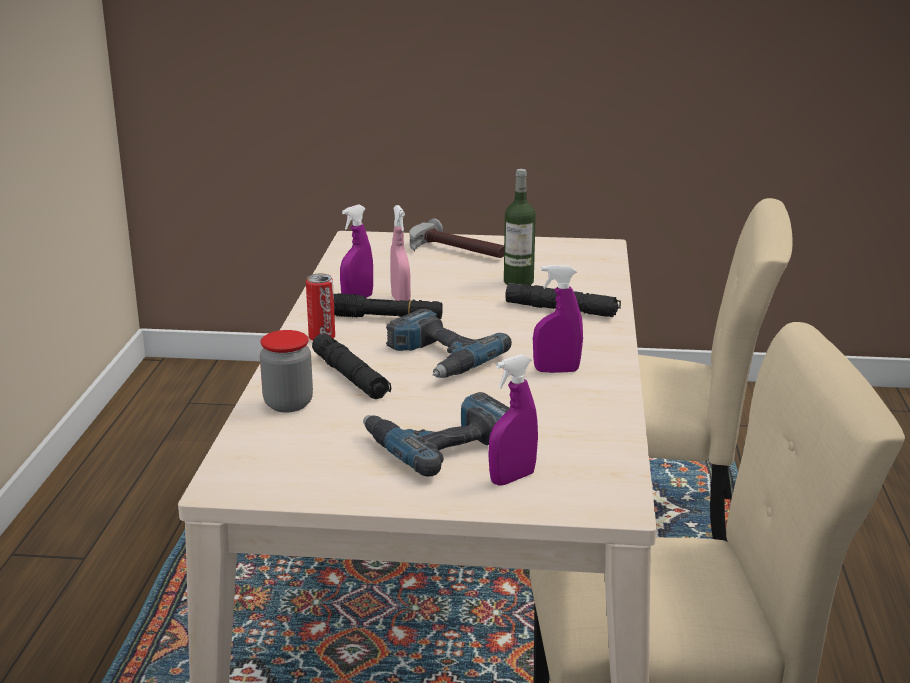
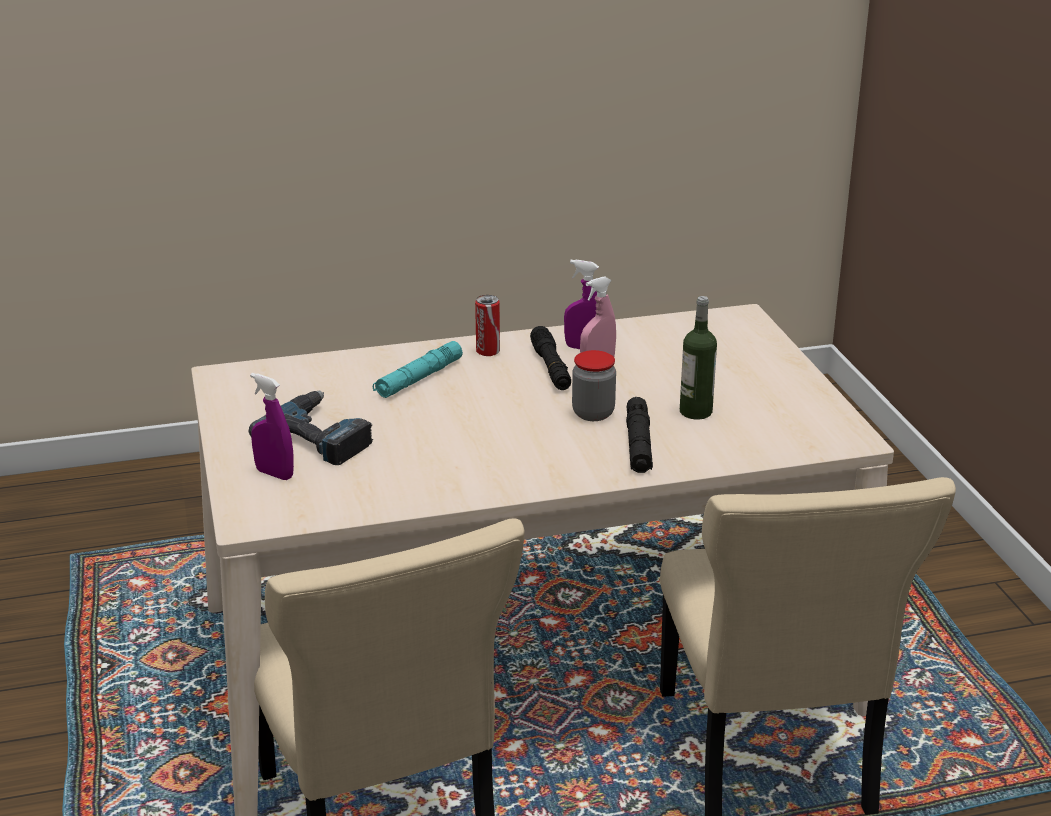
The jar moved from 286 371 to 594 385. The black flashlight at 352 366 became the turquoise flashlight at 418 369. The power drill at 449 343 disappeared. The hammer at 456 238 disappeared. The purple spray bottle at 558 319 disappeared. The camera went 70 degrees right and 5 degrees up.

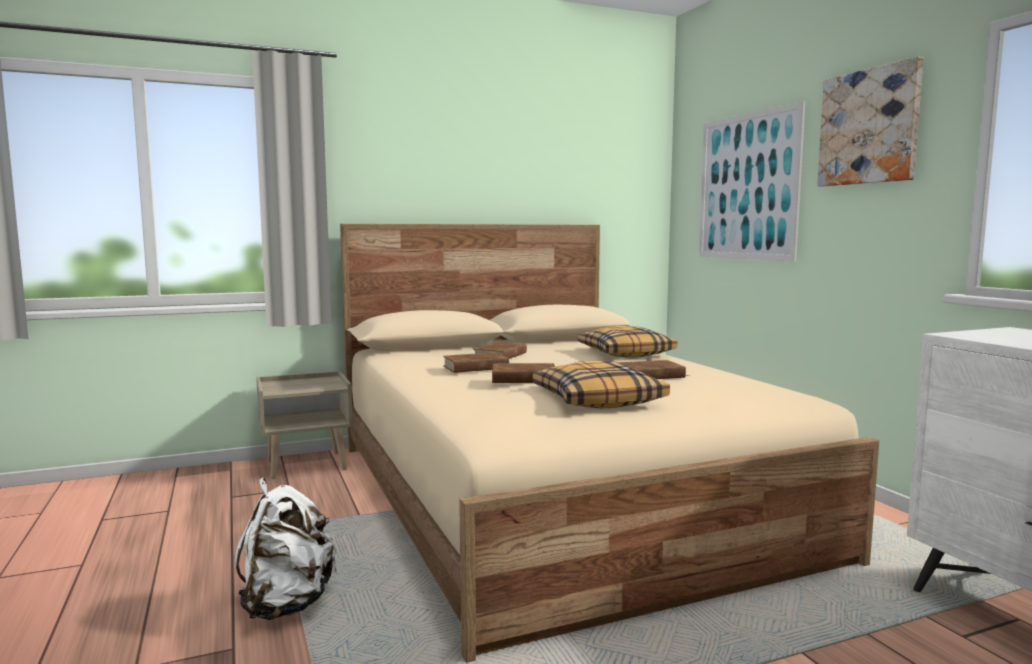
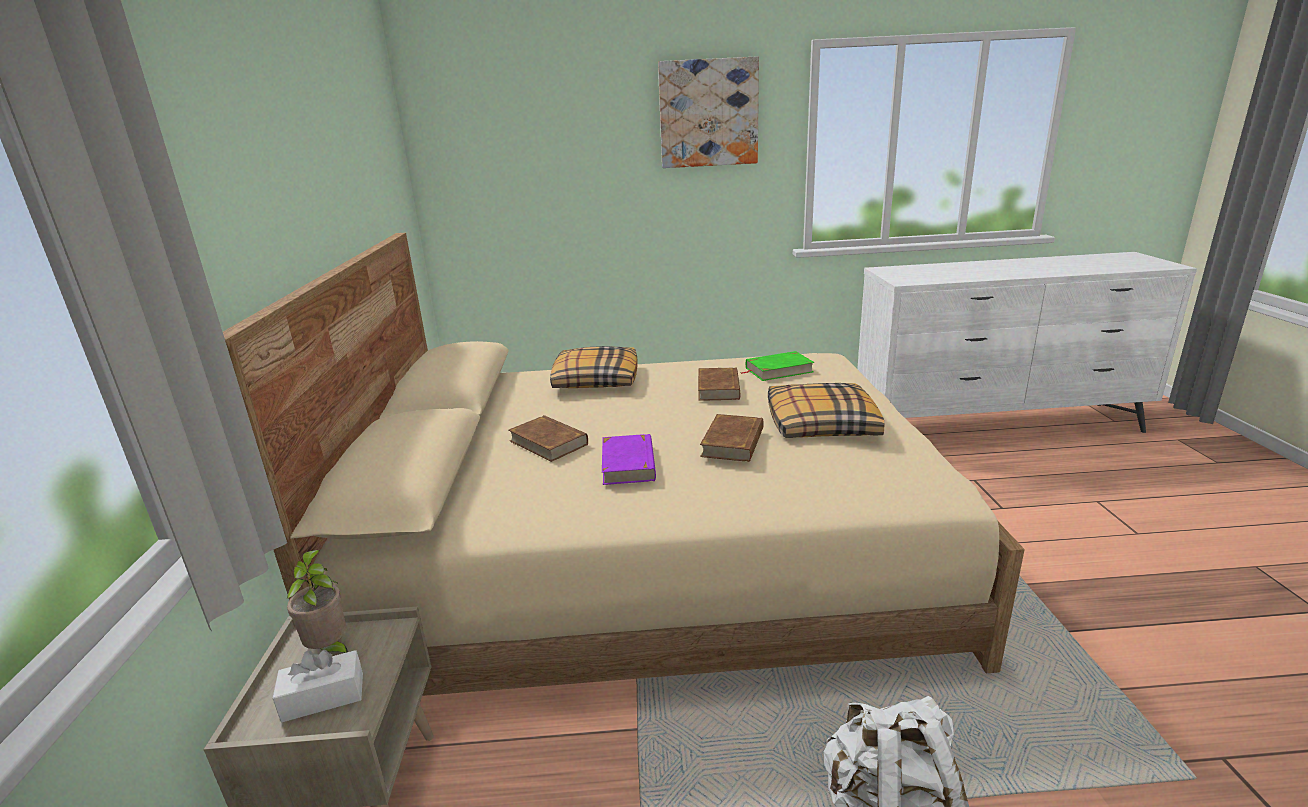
The brown book at 476 362 became the purple book at 629 459. The picture at 752 181 disappeared. The white tissue box at 317 686 appeared. The potted plant at 317 601 appeared. The green book at 777 366 appeared. The camera went 70 degrees left and 15 degrees up.

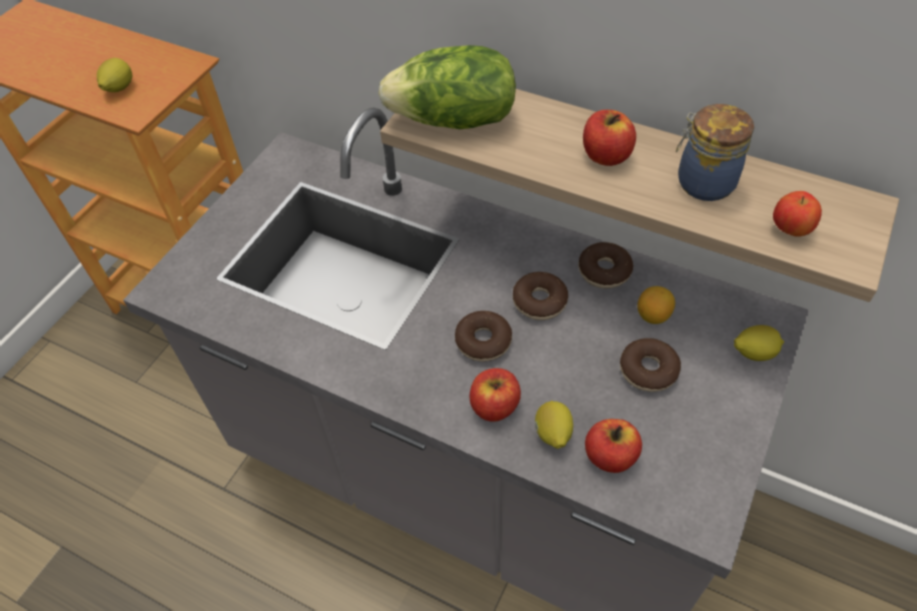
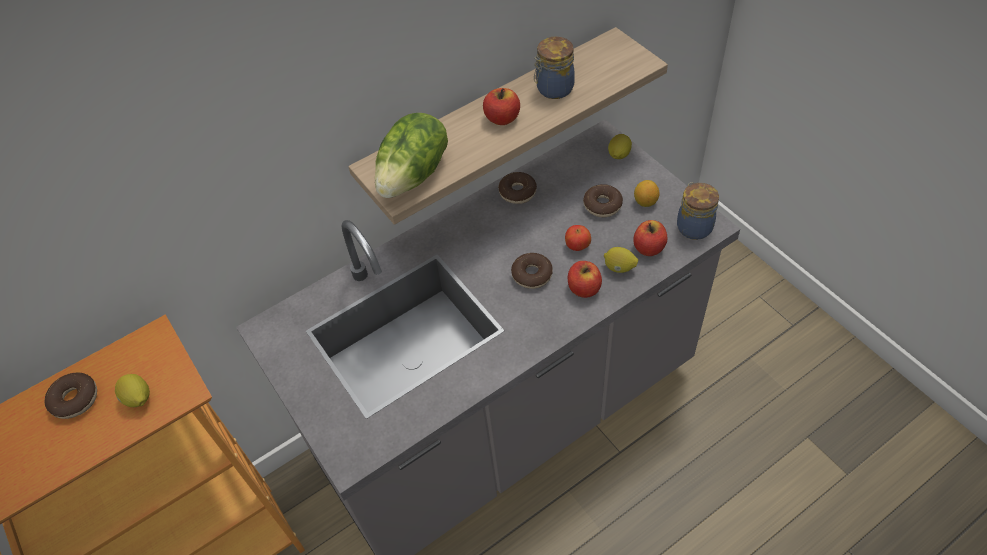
The donut moved from 540 296 to 71 396. The lemon moved from 656 305 to 646 193. The apple moved from 797 214 to 578 238. The jar at 698 211 appeared. The camera went 60 degrees left and 0 degrees up.

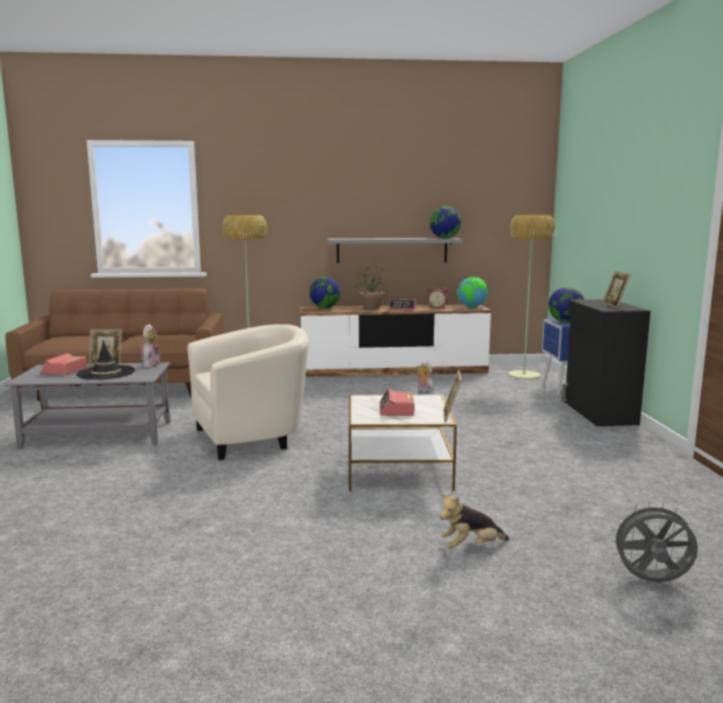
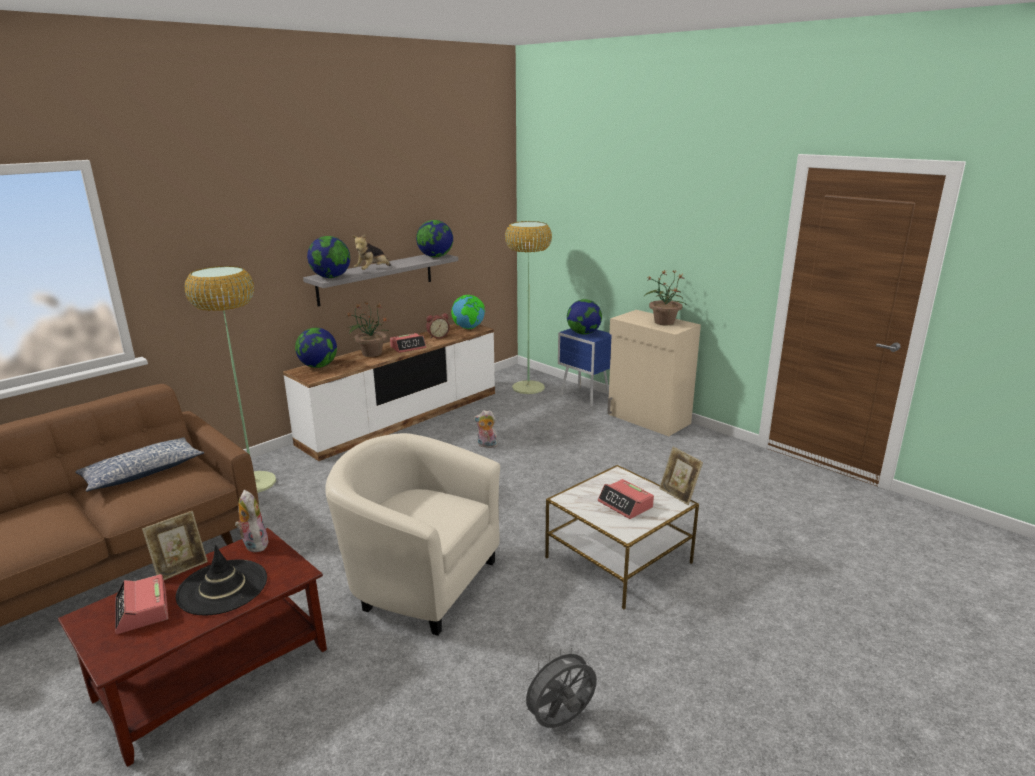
The grey coffee table at 88 405 became the brown coffee table at 192 647. The beige armchair at 248 392 turned 90 degrees counterclockwise. The plush toy moved from 474 521 to 372 252. The black cabinet at 606 362 became the beige cabinet at 654 373. The picture frame at 616 289 was replaced by the potted plant at 665 297. The grey fan moved from 654 541 to 558 687. The pillow at 139 464 appeared. The globe at 328 257 appeared. The camera went 40 degrees left and 10 degrees up.

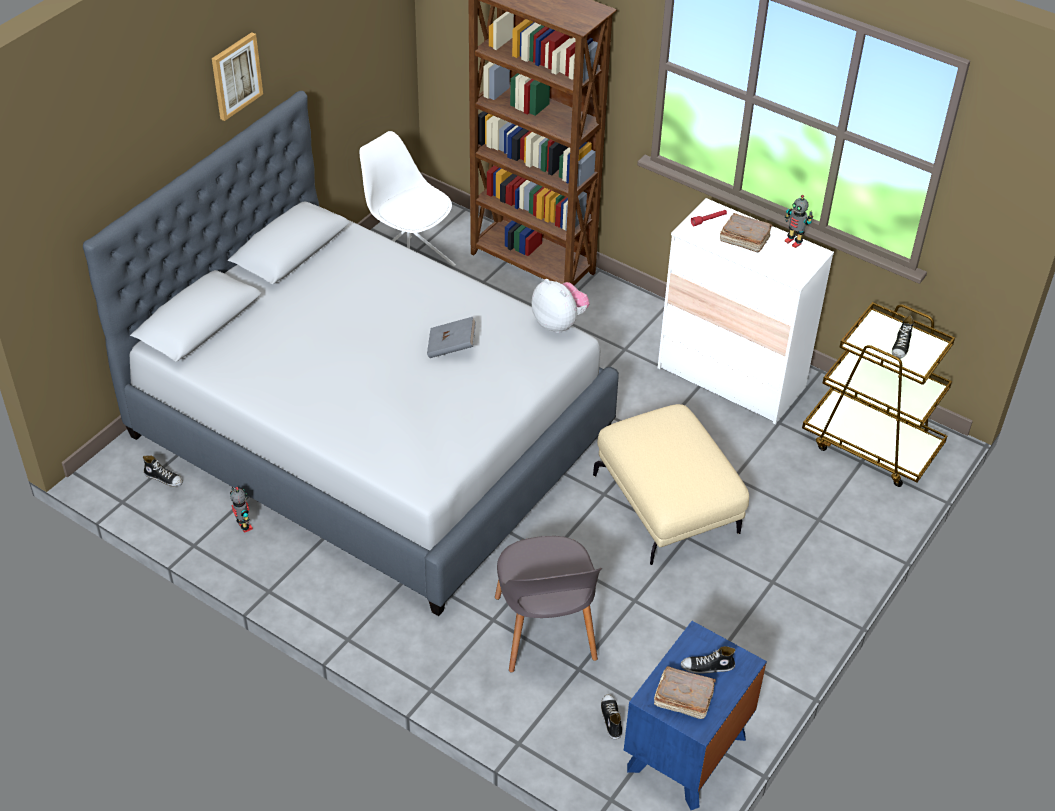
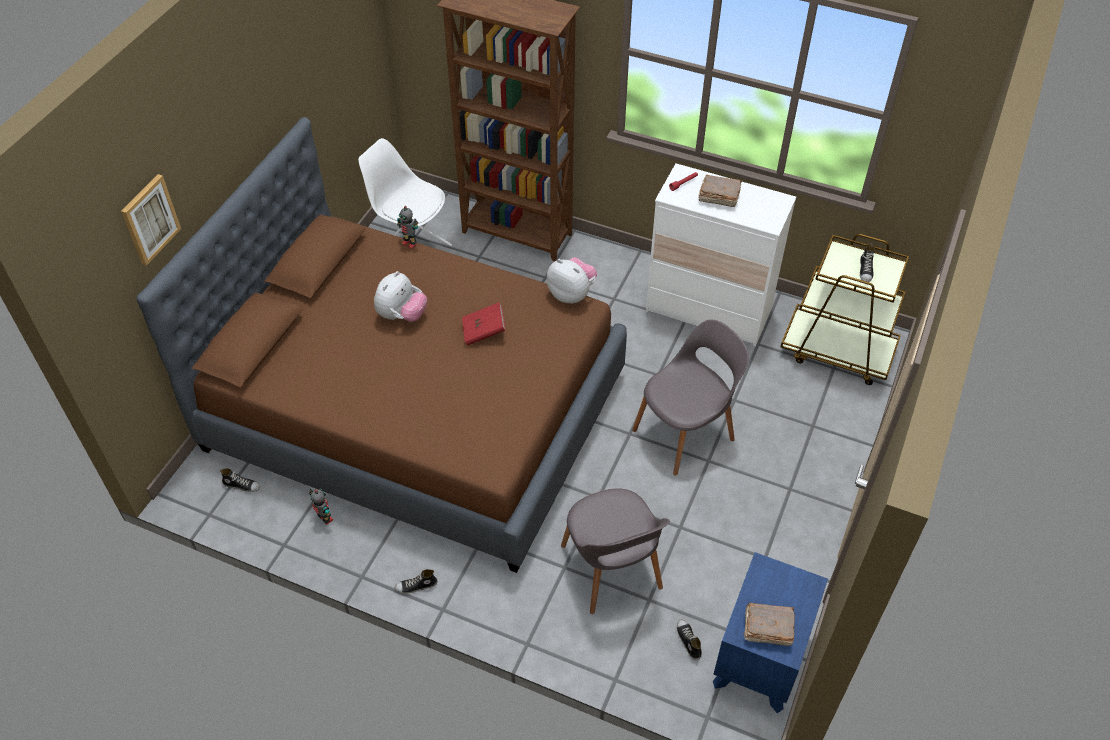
The grey bed at 351 353 became the brown bed at 381 345. The picture moved from 237 76 to 151 220. The grey book at 451 337 became the red book at 484 323. The beige ottoman at 671 484 was replaced by the grey chair at 690 398. The shoe moved from 708 660 to 416 581. The toy robot moved from 799 221 to 407 227. The plush toy at 400 296 appeared. The camera went 10 degrees left and 5 degrees up.

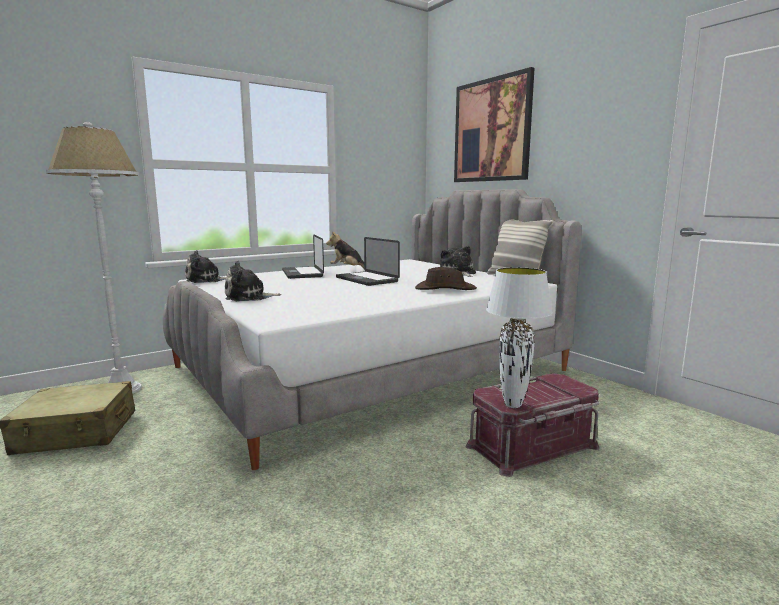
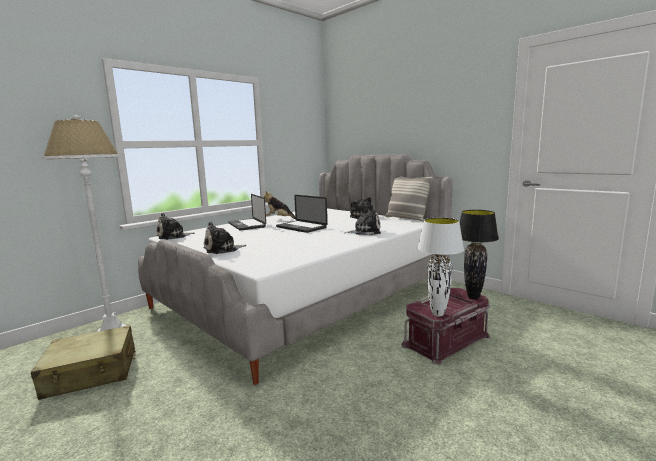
The brown hat at 446 278 was replaced by the plush toy at 363 222. The picture at 494 124 disappeared. The black table lamp at 479 254 appeared. The camera went 10 degrees left and 0 degrees up.

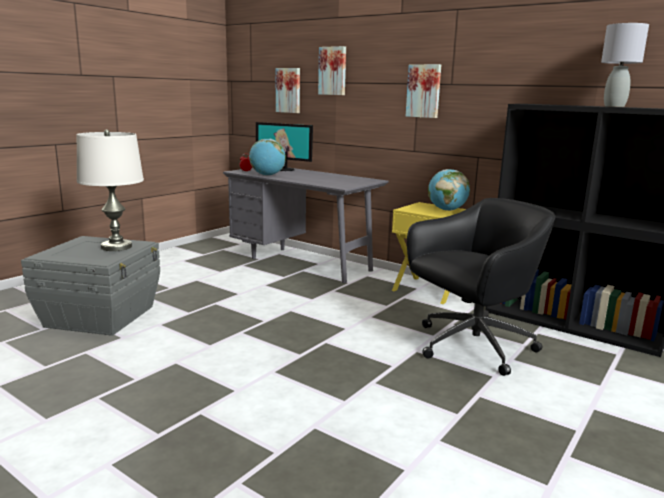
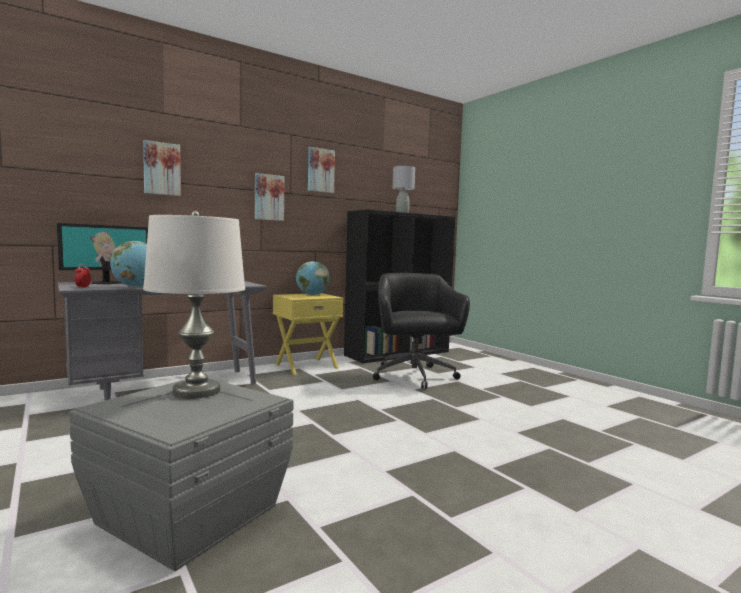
The picture moved from 288 90 to 321 170. The camera went 70 degrees left and 10 degrees down.

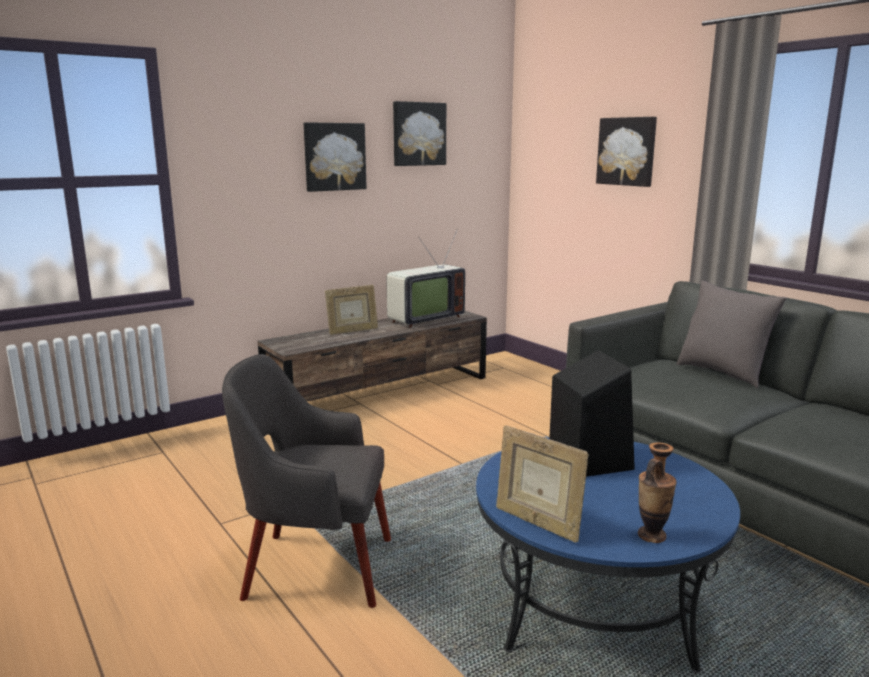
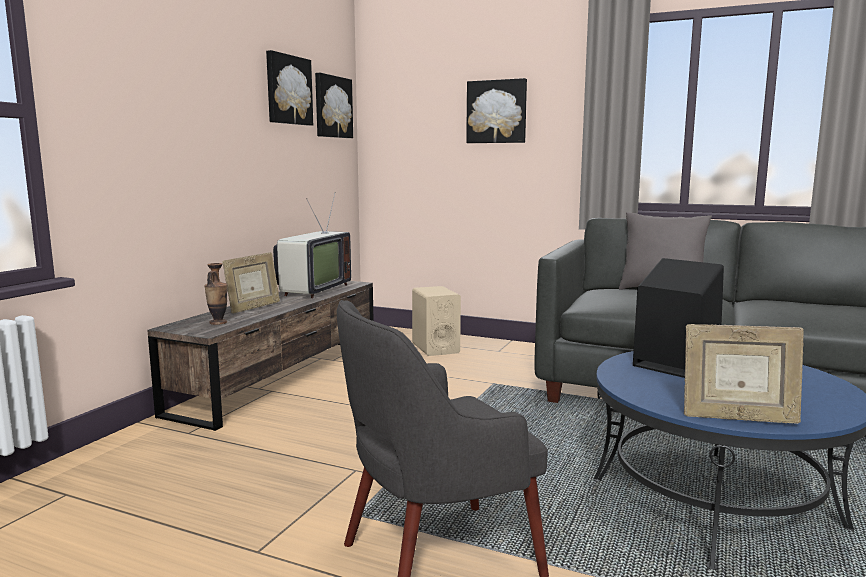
The picture moved from 335 157 to 334 105. The vase moved from 657 493 to 215 294. The beige speaker at 436 321 appeared. The camera went 30 degrees left and 5 degrees down.

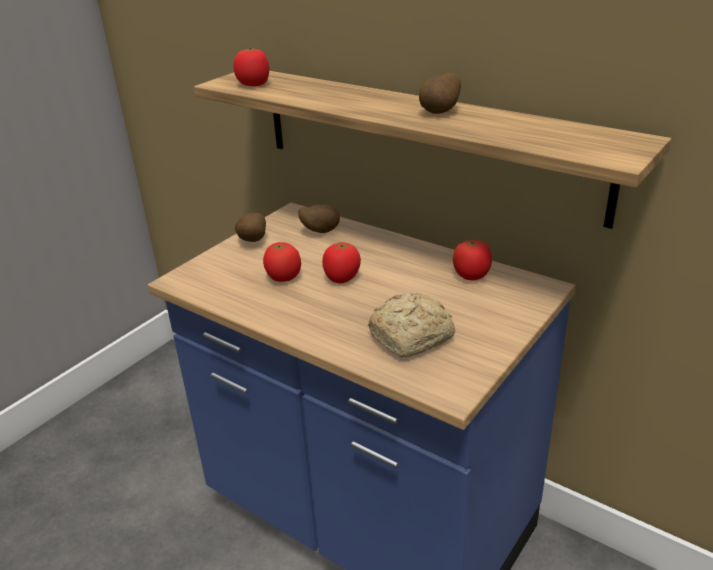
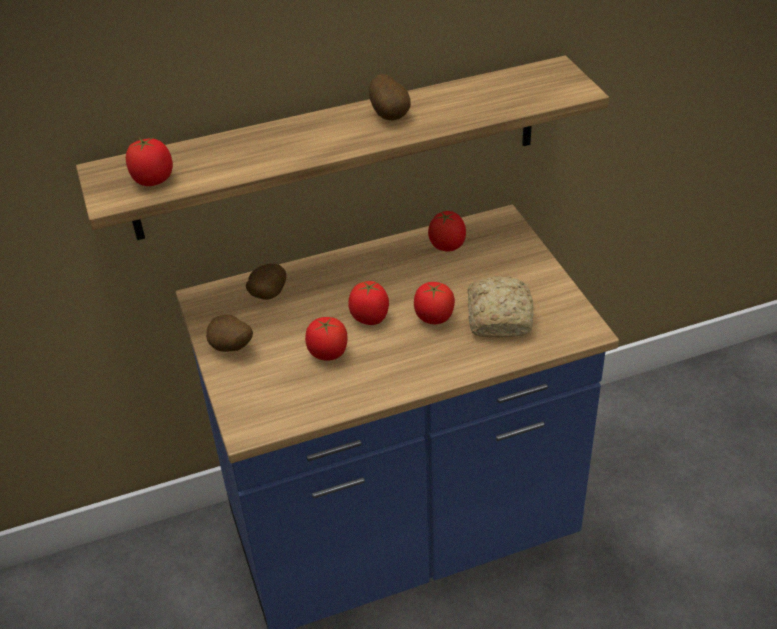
The tomato at 434 303 appeared. The camera went 55 degrees left and 10 degrees up.

